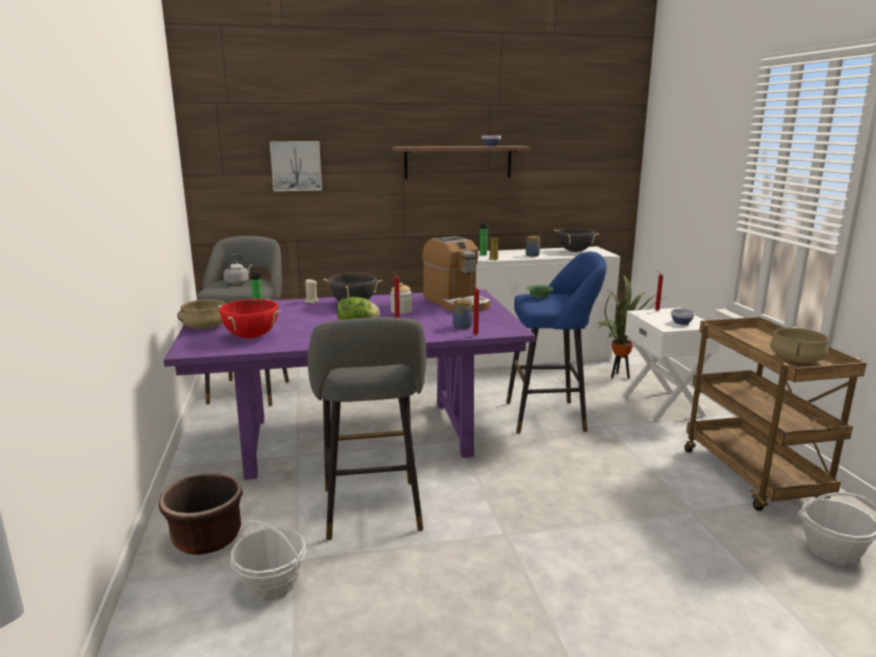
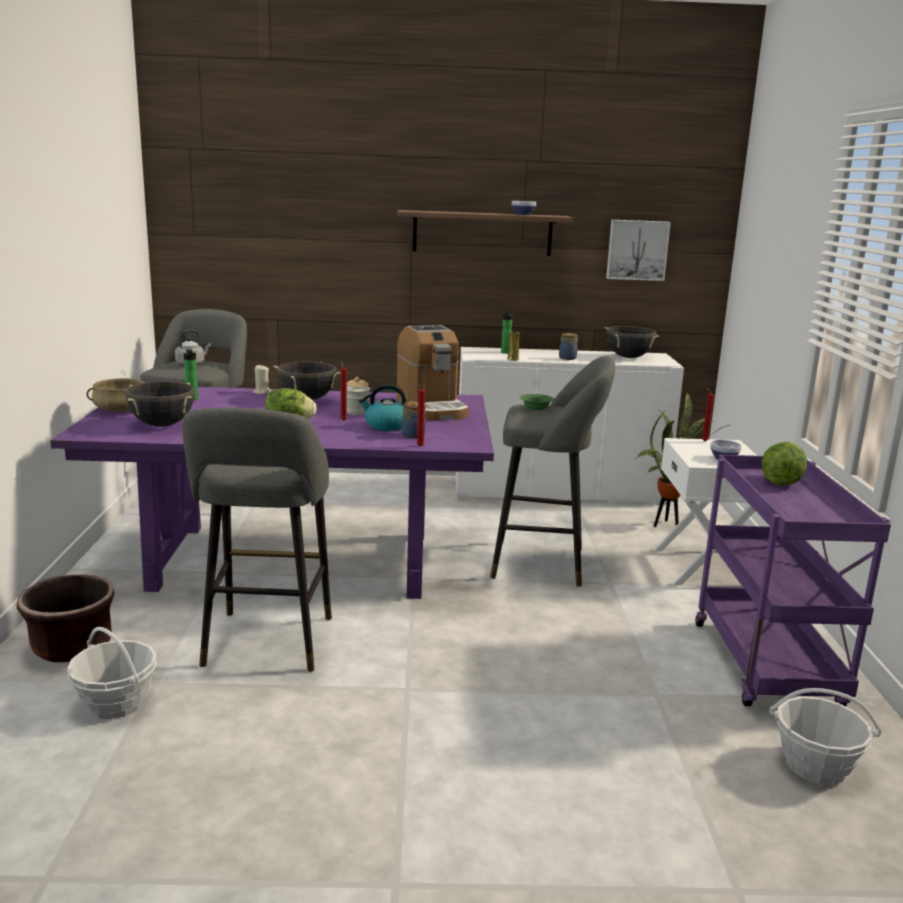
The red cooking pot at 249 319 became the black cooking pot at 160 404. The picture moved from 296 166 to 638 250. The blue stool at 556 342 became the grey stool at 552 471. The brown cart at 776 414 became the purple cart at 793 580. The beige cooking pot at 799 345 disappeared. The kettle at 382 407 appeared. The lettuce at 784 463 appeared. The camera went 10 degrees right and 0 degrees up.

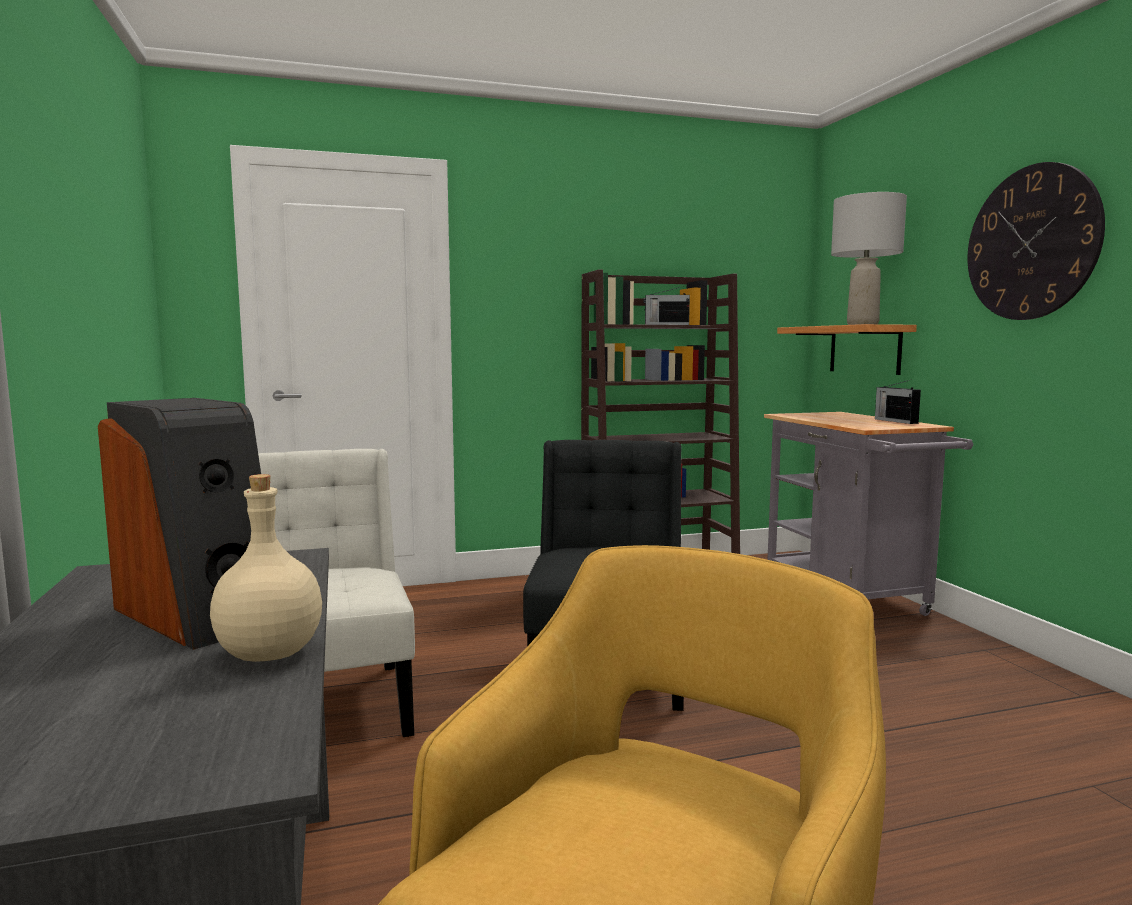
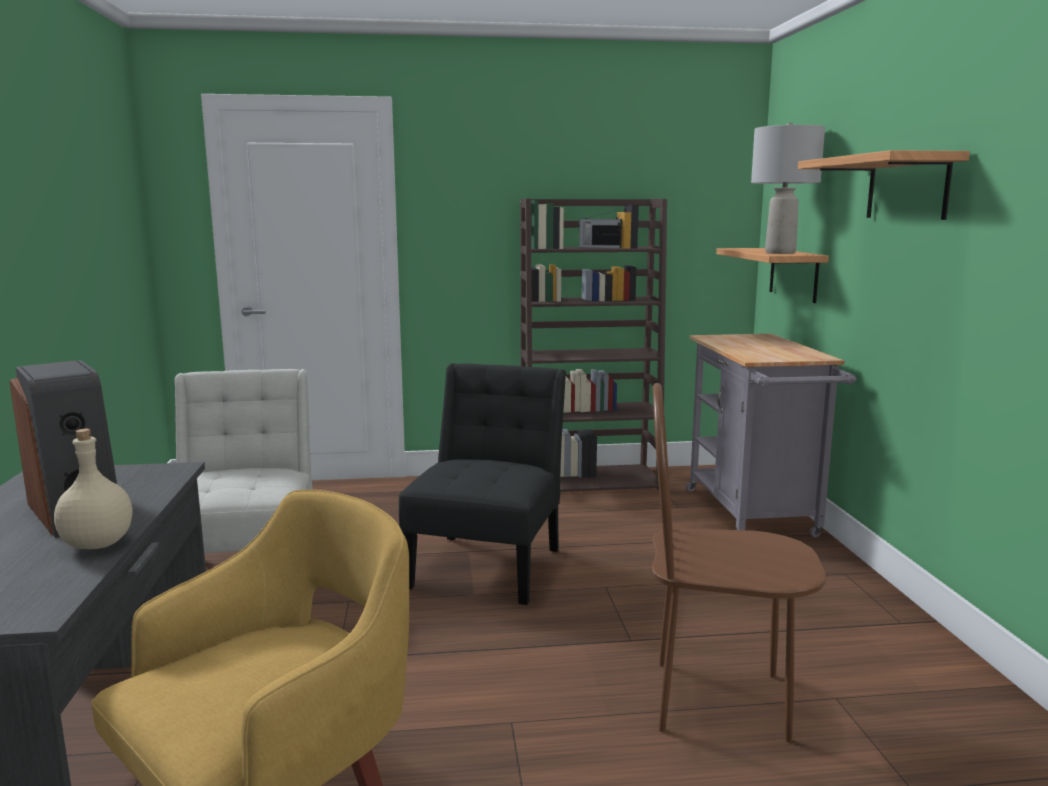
The radio at 898 401 disappeared. The wall clock at 1036 241 was replaced by the shelf at 884 185. The brown chair at 739 562 appeared. The camera went 10 degrees right and 5 degrees up.

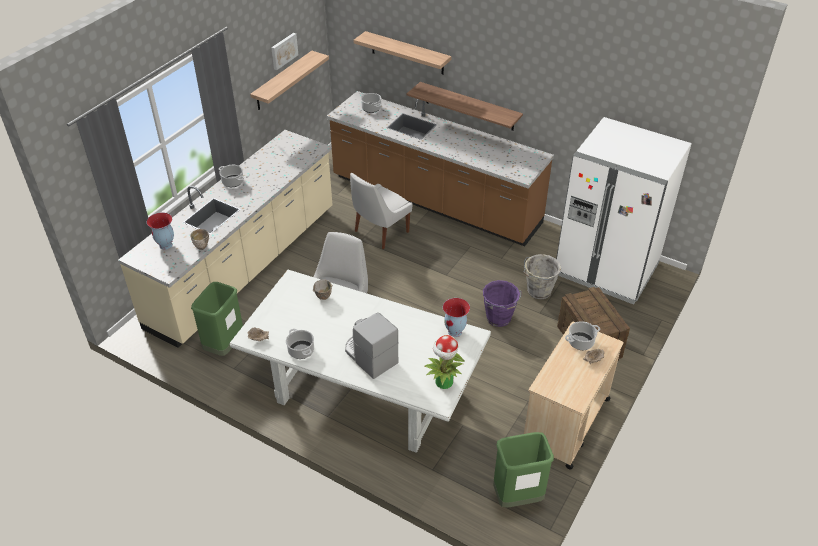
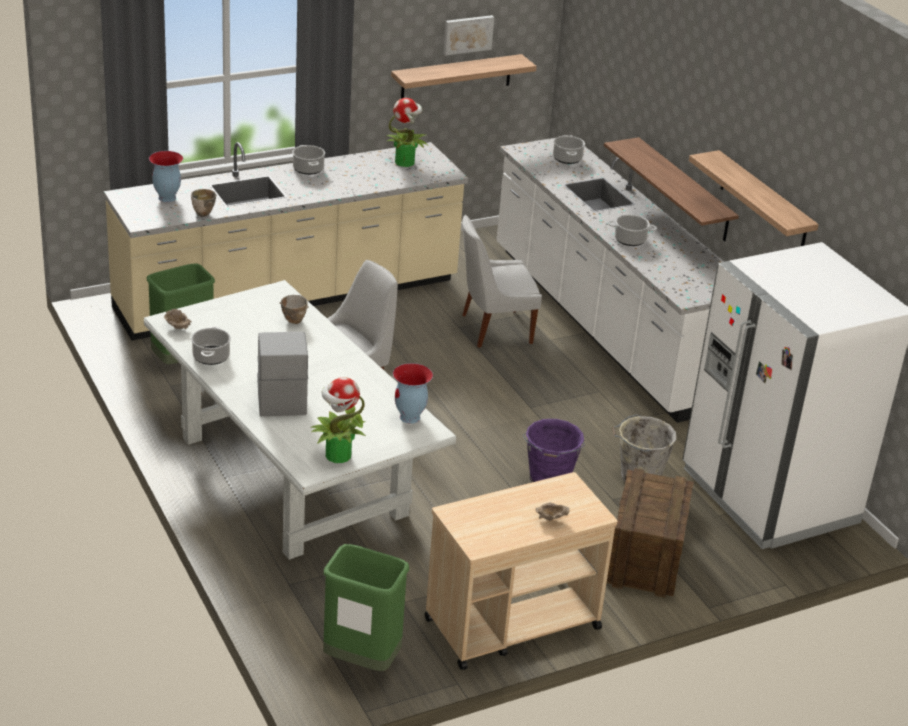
The brown counter at 440 168 became the white counter at 610 279. The shelf moved from 403 52 to 754 198. The cooking pot moved from 582 335 to 632 230. The potted plant at 407 132 appeared. The camera went 30 degrees right and 10 degrees down.

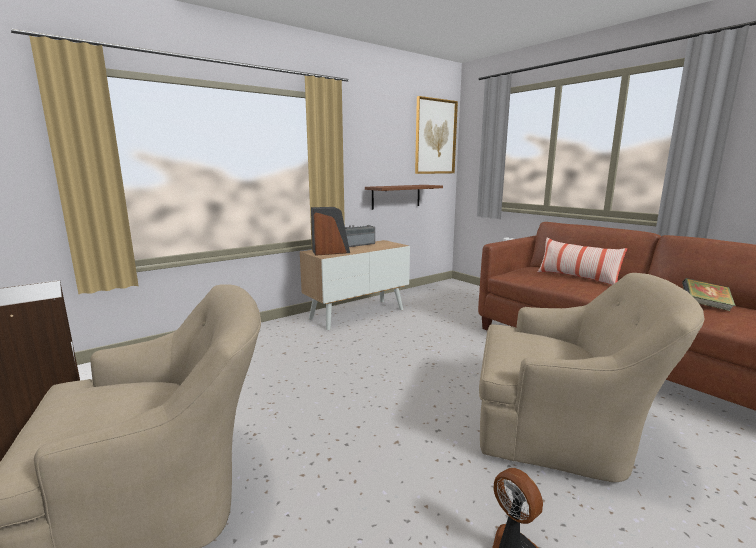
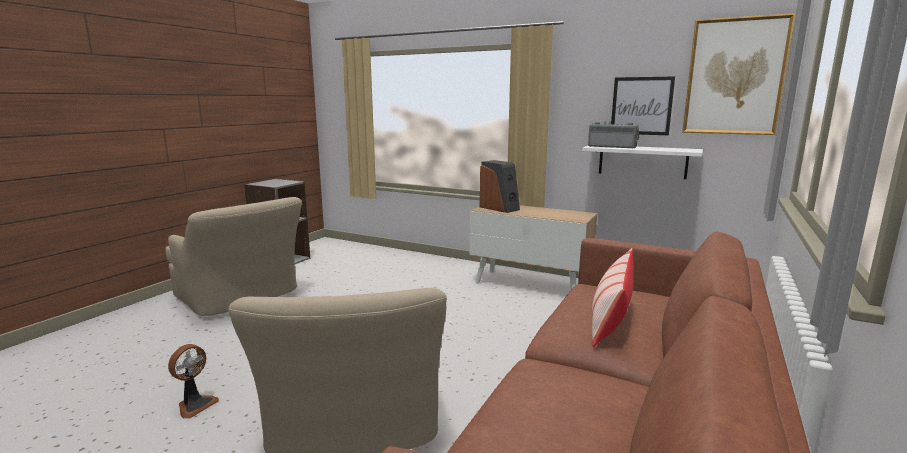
The radio moved from 360 236 to 613 135. The brown shelf at 404 197 became the white shelf at 642 162. The book at 709 294 disappeared. The picture at 643 105 appeared. The camera went 65 degrees right and 0 degrees up.

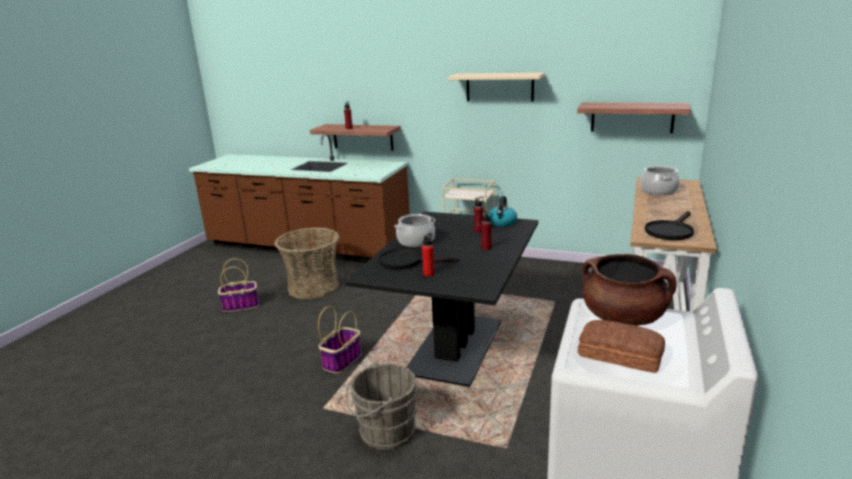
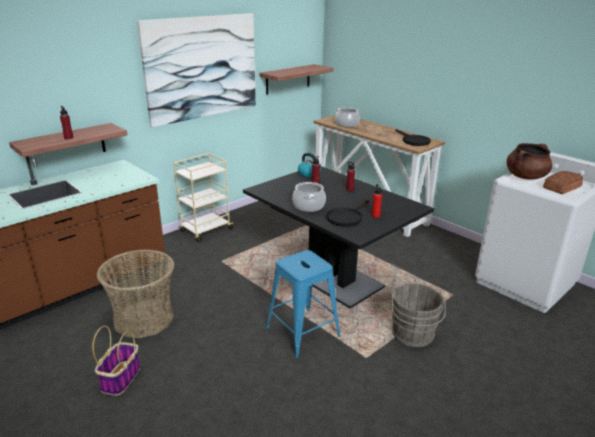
The basket at 340 340 was replaced by the blue stool at 303 304. The beige shelf at 496 86 was replaced by the picture at 196 70. The camera went 65 degrees left and 5 degrees up.

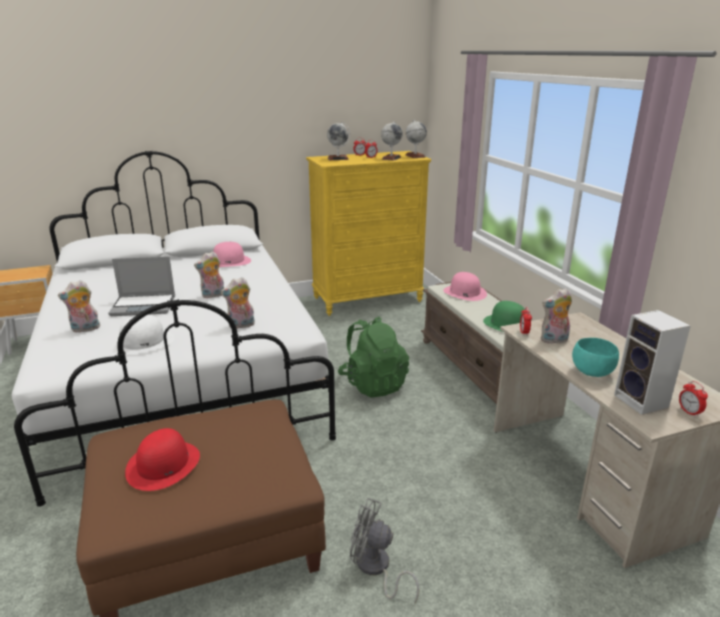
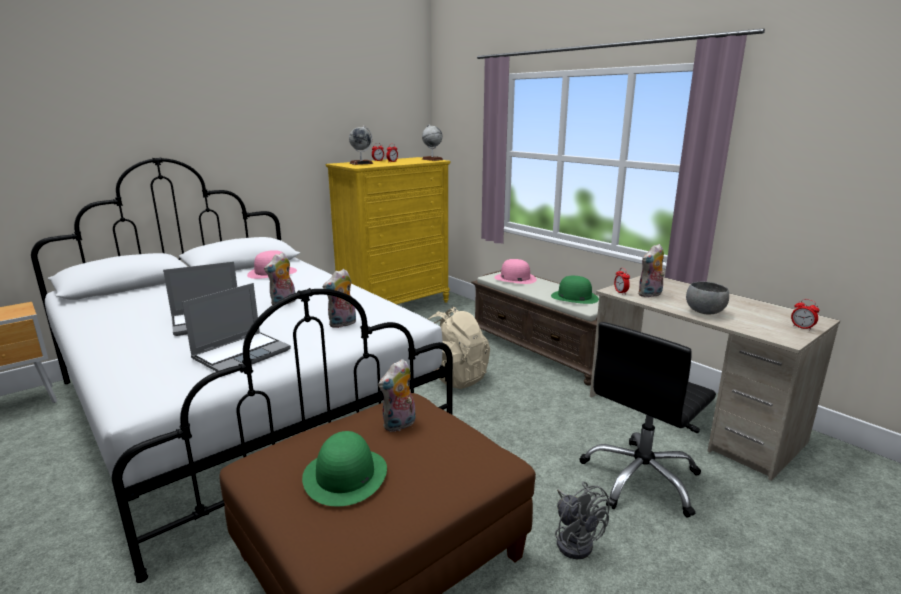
The plush toy moved from 79 306 to 397 395. The white hat at 142 335 was replaced by the laptop at 236 327. The red hat at 162 459 became the green hat at 344 468. The green backpack at 373 357 became the beige backpack at 459 348. The grey fan at 384 550 turned 120 degrees counterclockwise. The globe at 392 141 disappeared. The turquoise bowl at 595 357 became the grey bowl at 707 298. The speaker at 652 362 disappeared. The black office chair at 647 420 appeared. The camera went 20 degrees left and 5 degrees down.

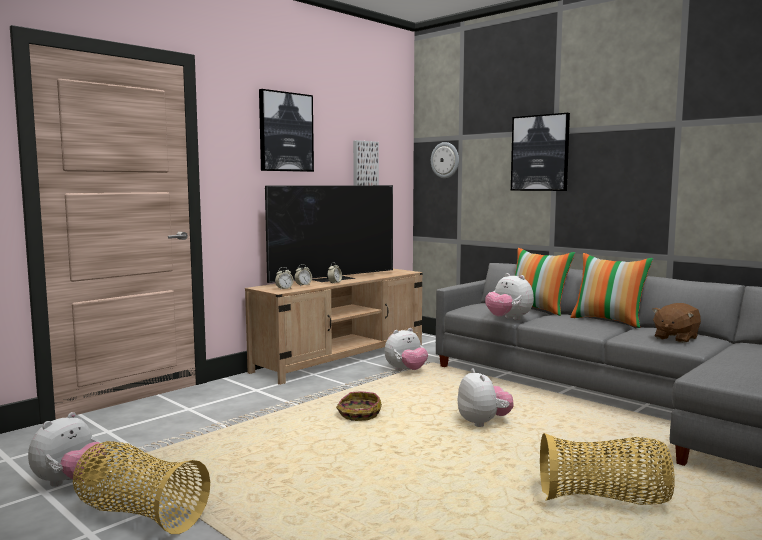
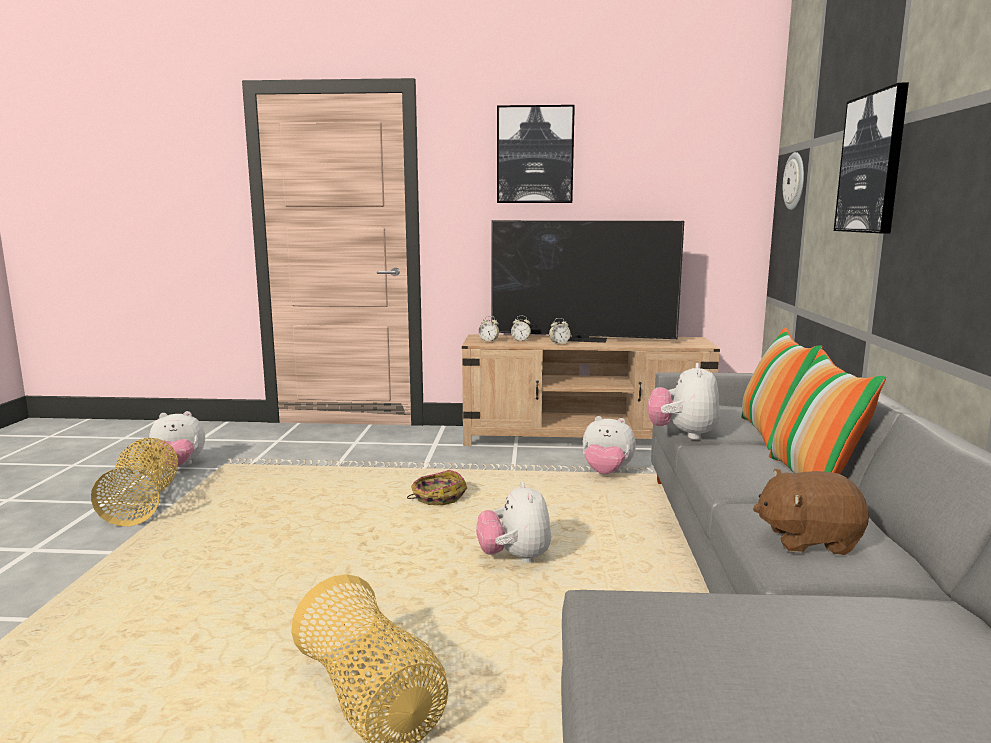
The picture at 366 162 disappeared. The plush toy at 486 398 turned 135 degrees clockwise. The camera went 50 degrees right and 5 degrees up.

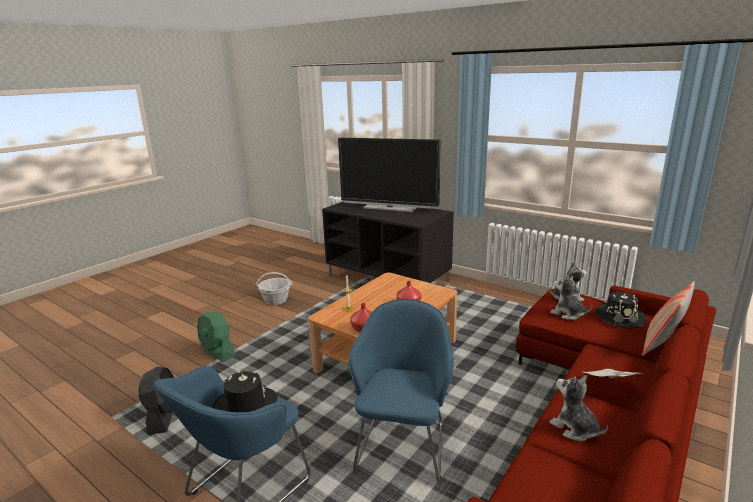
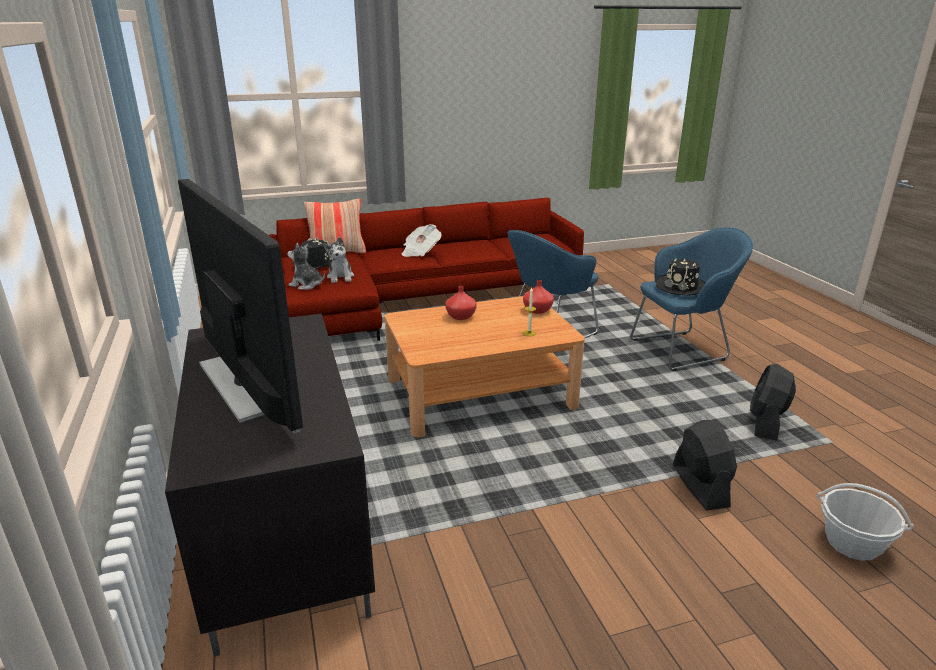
The green fan at 216 337 became the black fan at 705 465. The basket moved from 274 288 to 865 522. The plush toy at 578 408 disappeared. The camera went 145 degrees left and 5 degrees up.

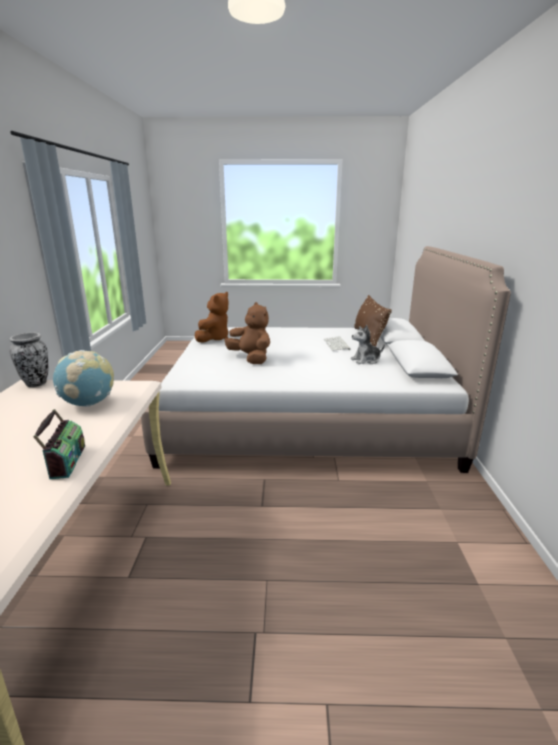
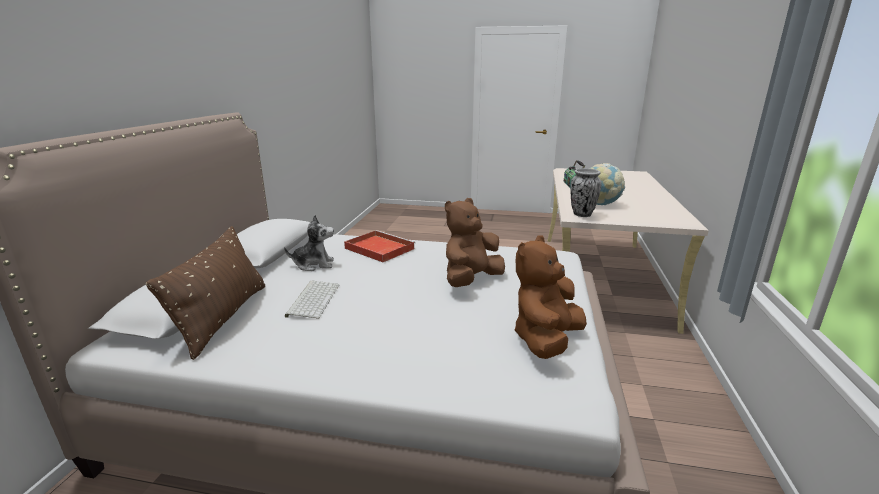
The vase moved from 28 360 to 586 192. The brown plush toy at 247 333 turned 75 degrees clockwise. The red tray at 379 246 appeared. The camera went 170 degrees left and 0 degrees up.

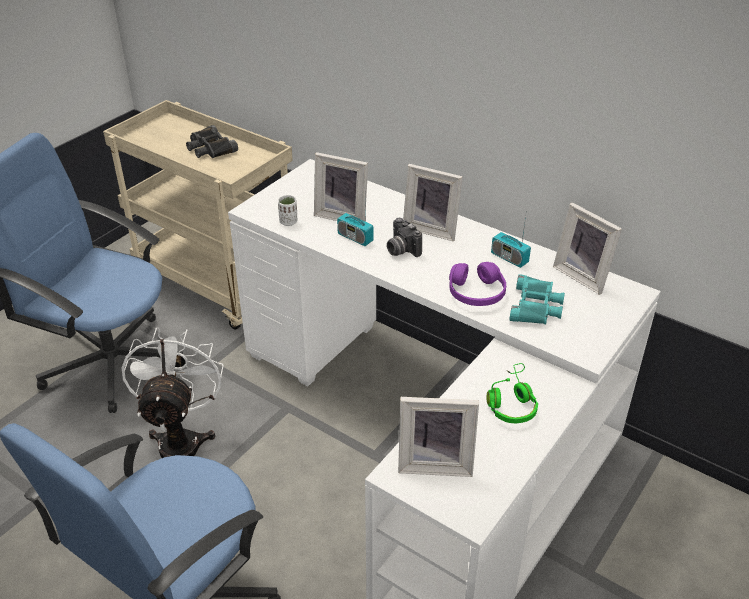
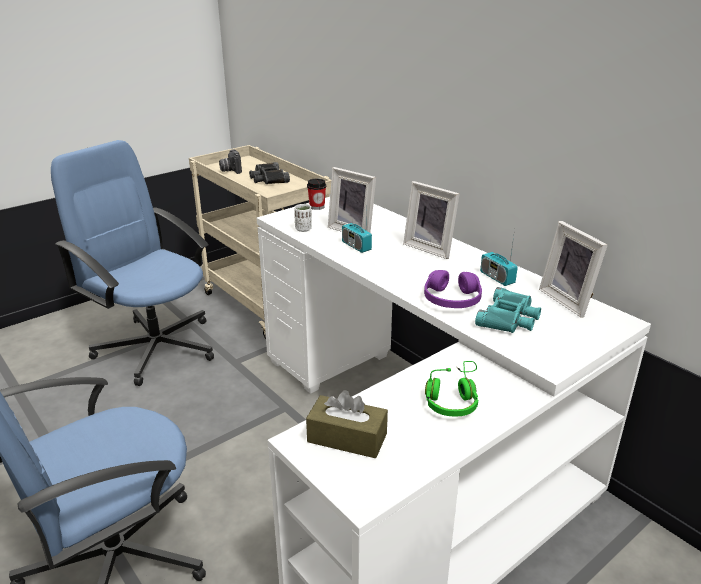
The white fan at 173 392 disappeared. The photo camera moved from 404 237 to 230 161. The picture frame at 438 437 was replaced by the brown tissue box at 347 424. The cup at 316 194 appeared. The camera went 15 degrees right and 10 degrees down.

